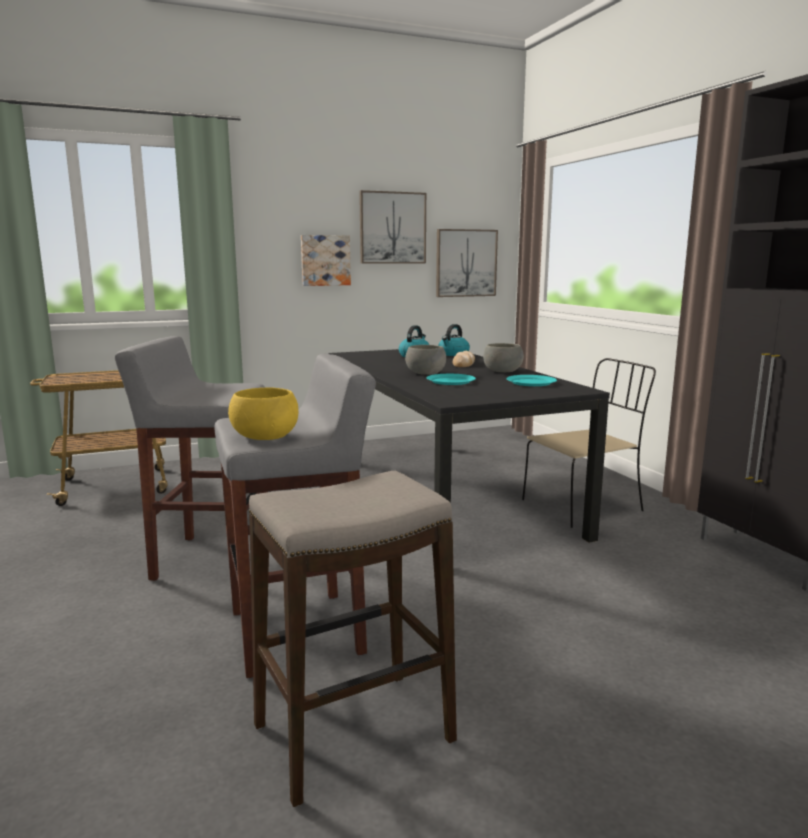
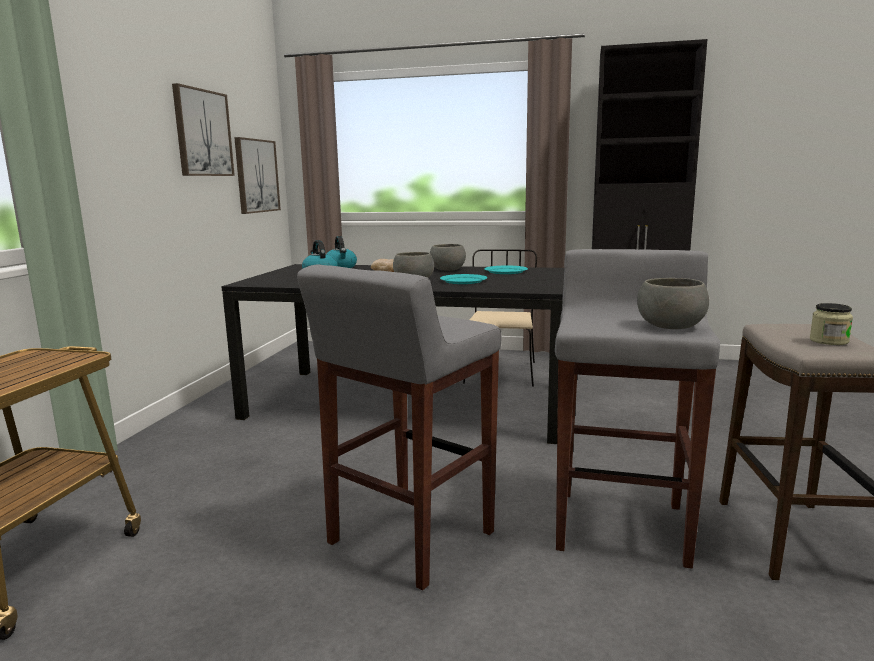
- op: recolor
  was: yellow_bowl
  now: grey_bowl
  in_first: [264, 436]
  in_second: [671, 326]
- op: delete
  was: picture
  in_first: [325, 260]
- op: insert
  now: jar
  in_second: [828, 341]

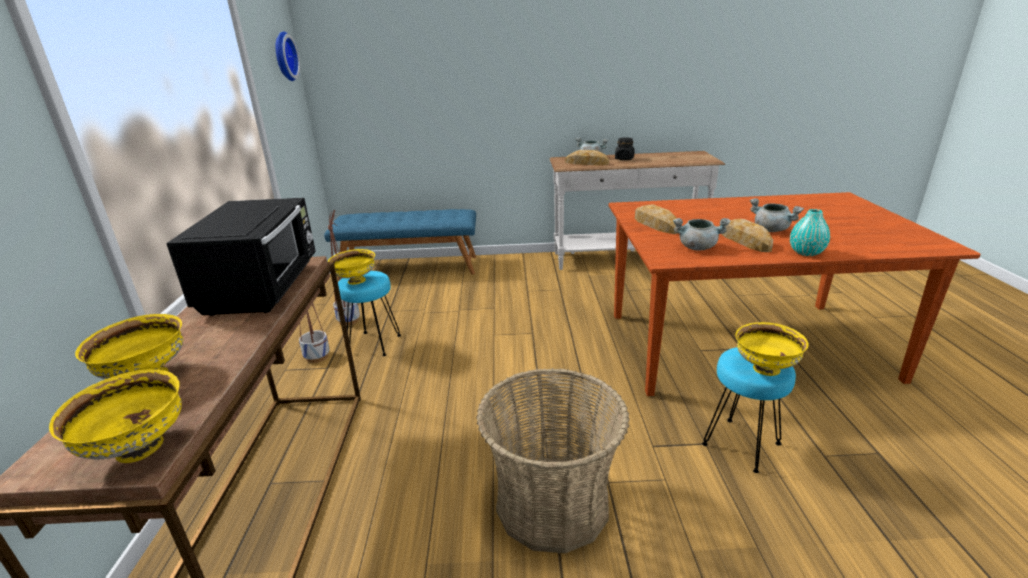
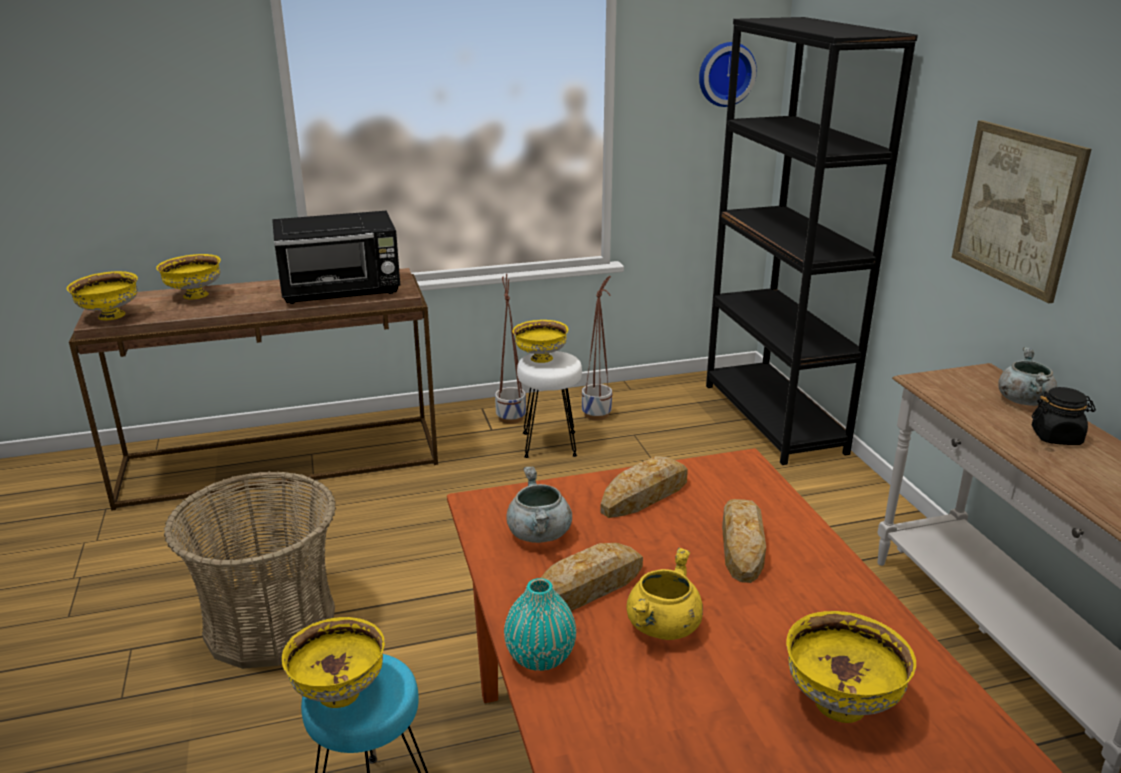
- op: replace
  was: blue_bench
  now: black_bookcase
  in_first: [409, 267]
  in_second: [773, 418]
- op: recolor
  was: turquoise_stool
  now: white_stool
  in_first: [373, 344]
  in_second: [550, 444]
- op: move
  was: bread
  in_first: [586, 163]
  in_second: [742, 544]
- op: recolor
  was: grey_cooking_pot
  now: yellow_cooking_pot
  in_first: [771, 230]
  in_second: [663, 627]
- op: insert
  now: yellow_bowl
  in_second: [839, 703]
- op: insert
  now: picture
  in_second: [1016, 208]

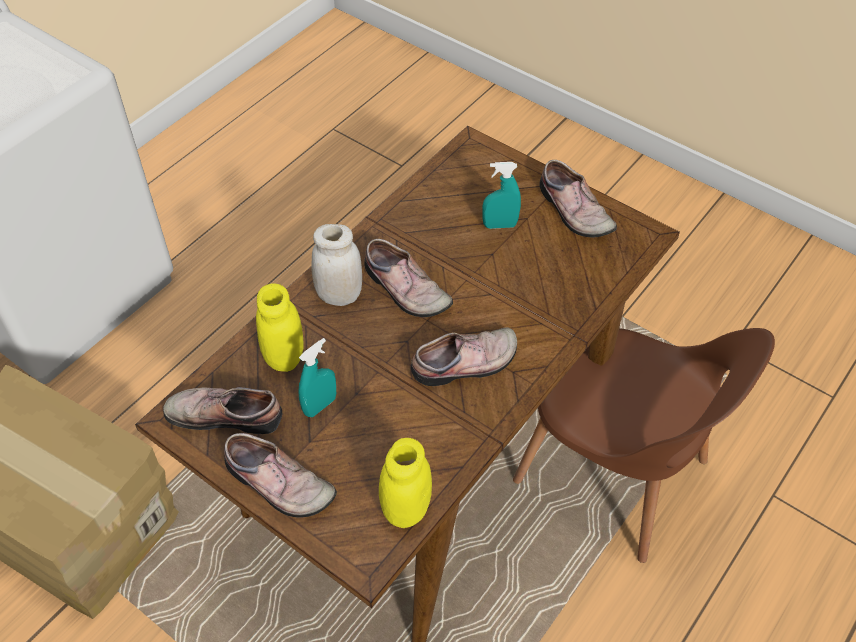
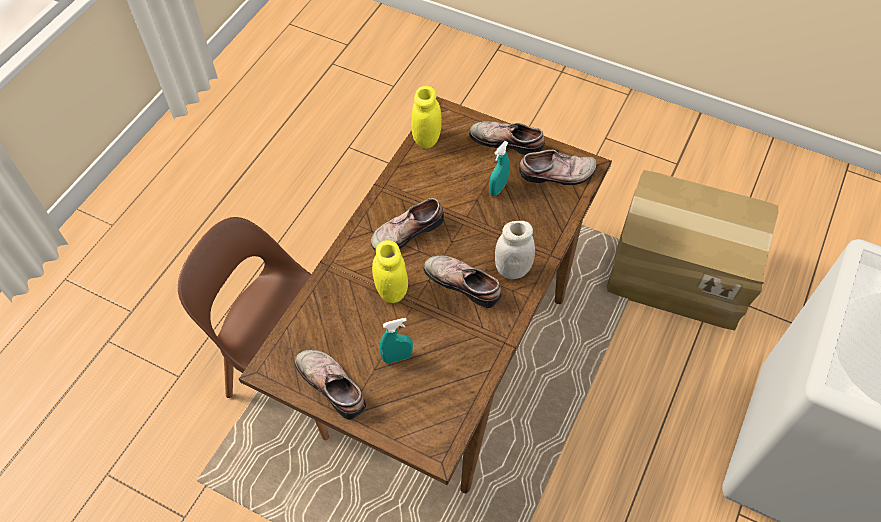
- op: move
  was: yellow_jar
  in_first: [284, 357]
  in_second: [392, 291]

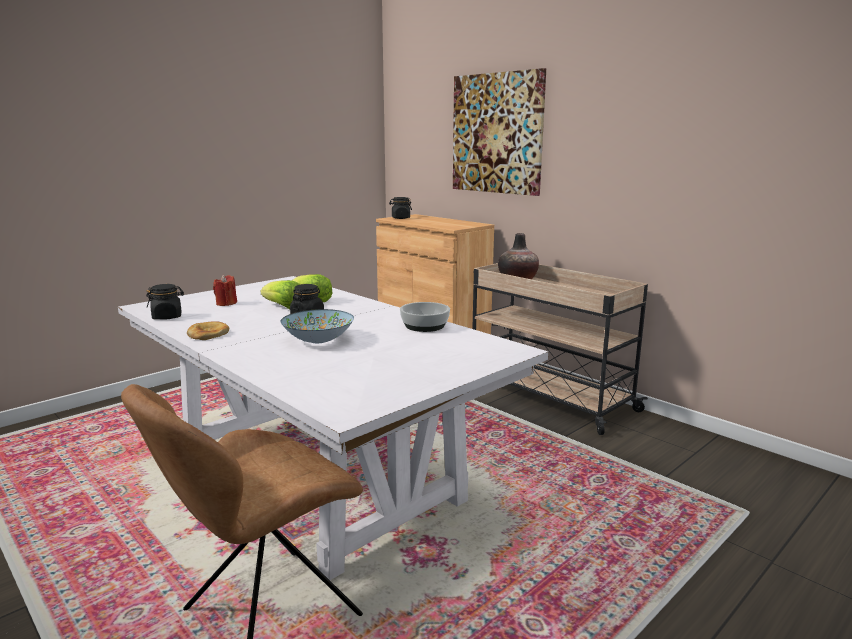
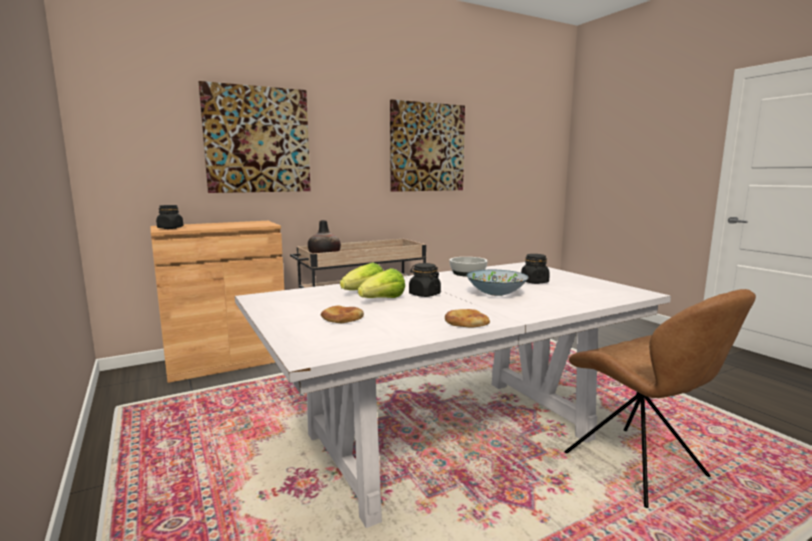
- op: move
  was: black_jar
  in_first: [167, 317]
  in_second: [534, 282]
- op: replace
  was: red_candle
  now: bread
  in_first: [226, 303]
  in_second: [342, 318]
- op: insert
  now: picture
  in_second: [427, 147]

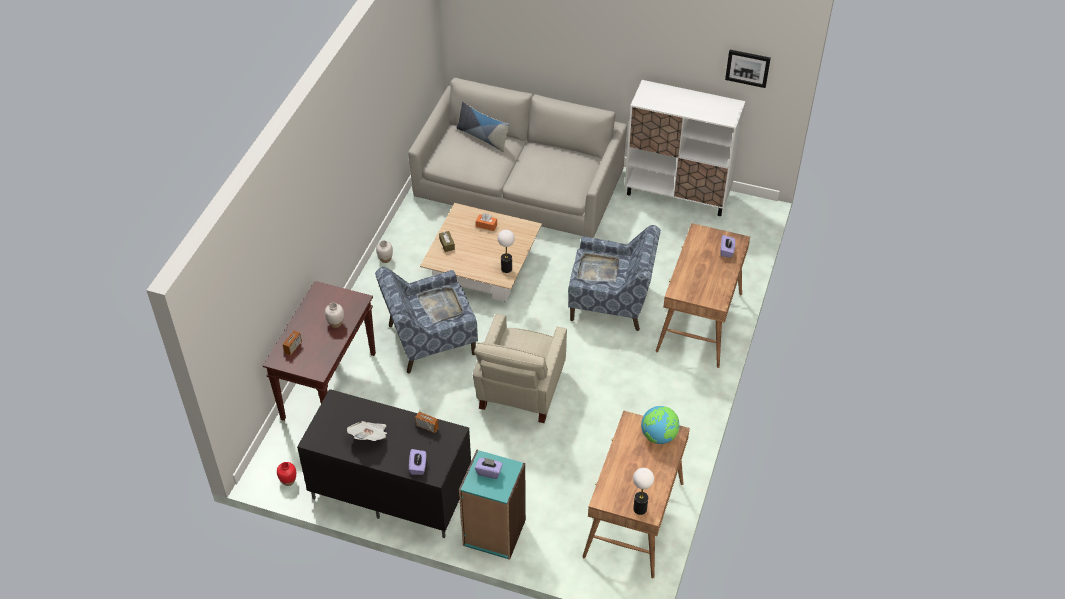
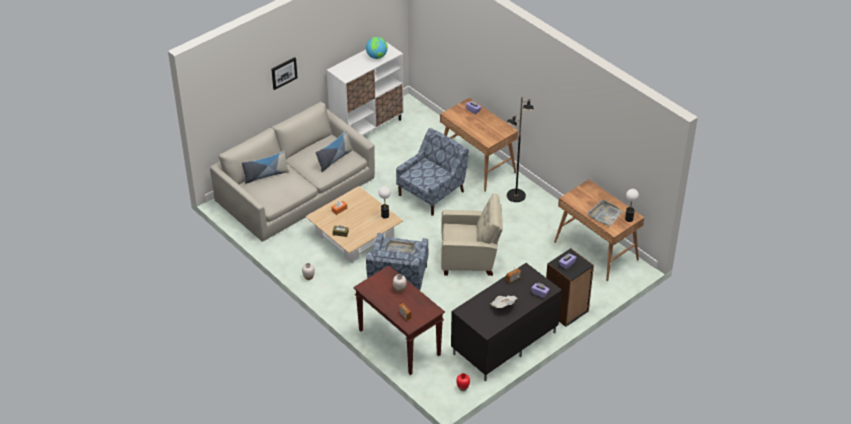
- op: recolor
  was: turquoise_bookcase
  now: black_bookcase
  in_first: [494, 533]
  in_second: [566, 310]
- op: rotate
  was: beige_armchair
  in_first: [519, 391]
  in_second: [470, 259]
  clockwise: -45
- op: move
  was: grey_tray
  in_first: [597, 269]
  in_second: [604, 214]
- op: move
  was: globe
  in_first: [659, 436]
  in_second: [377, 56]
- op: move
  was: picture
  in_first: [748, 68]
  in_second: [283, 73]
- op: insert
  now: pillow
  in_second: [334, 159]
- op: insert
  now: black_floor_lamp
  in_second: [516, 196]

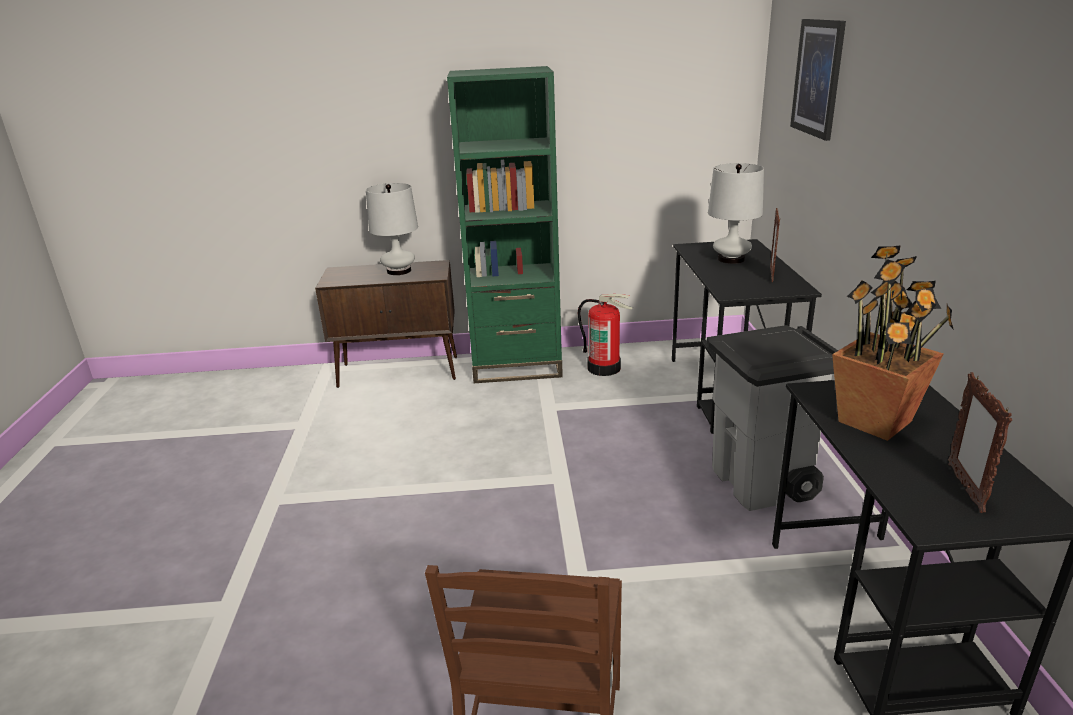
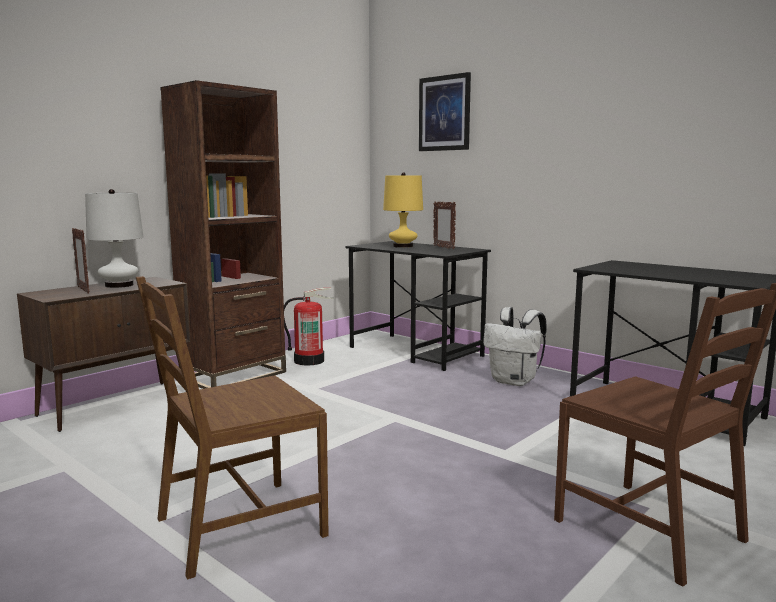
- op: recolor
  was: green_bookcase
  now: brown_bookcase
  in_first: [516, 366]
  in_second: [234, 375]
- op: replace
  was: grey_trash_can
  now: white_backpack
  in_first: [763, 483]
  in_second: [514, 381]
- op: recolor
  was: white_table_lamp
  now: yellow_table_lamp
  in_first: [731, 259]
  in_second: [403, 246]
- op: delete
  was: potted_plant
  in_first: [876, 421]
- op: move
  was: picture_frame
  in_first: [965, 487]
  in_second: [83, 290]
- op: insert
  now: brown_chair
  in_second: [239, 527]

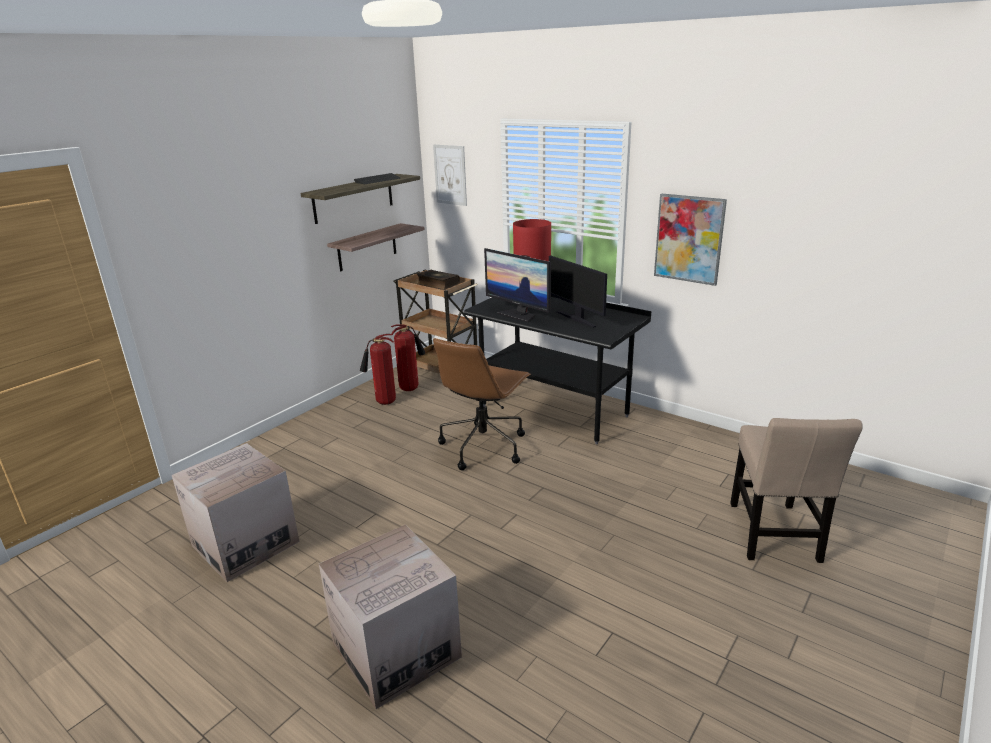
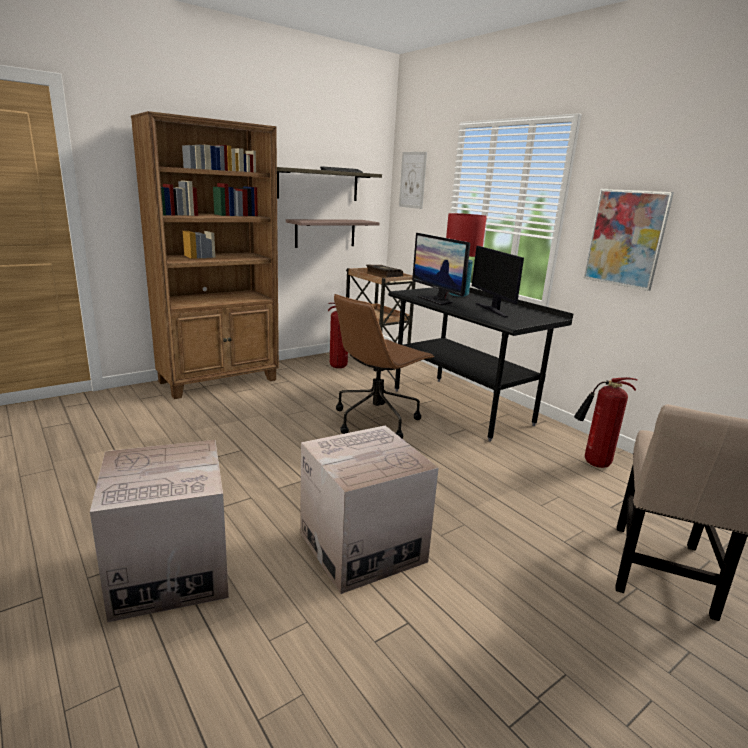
- op: move
  was: cardboard_box
  in_first: [245, 543]
  in_second: [362, 547]
- op: move
  was: fire_extinguisher
  in_first: [383, 402]
  in_second: [593, 463]
- op: insert
  now: brown_bookcase
  in_second: [220, 381]

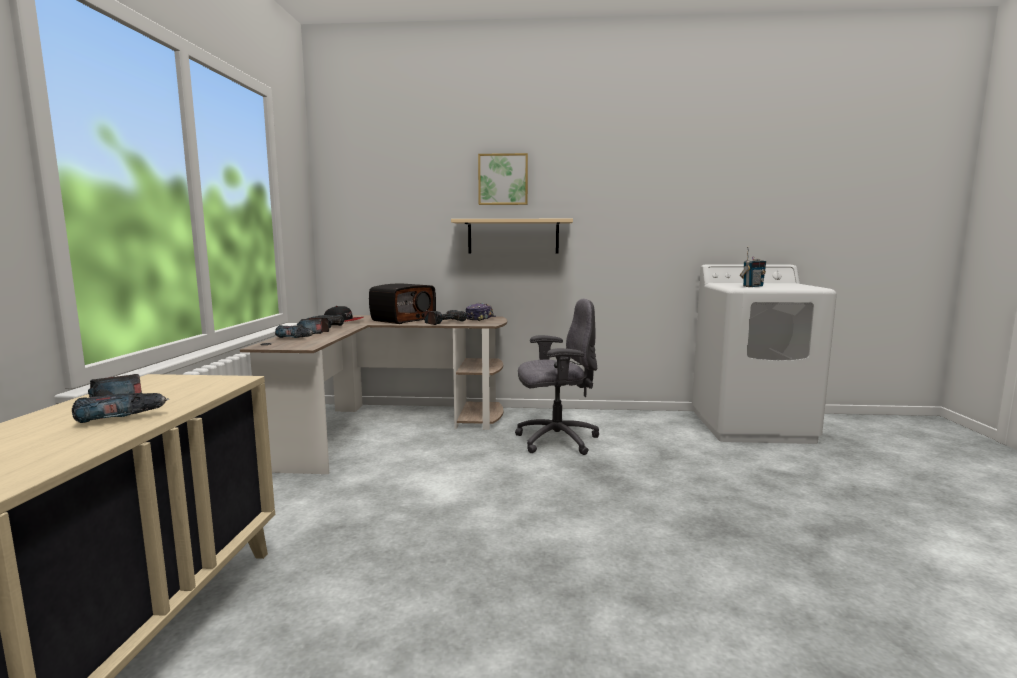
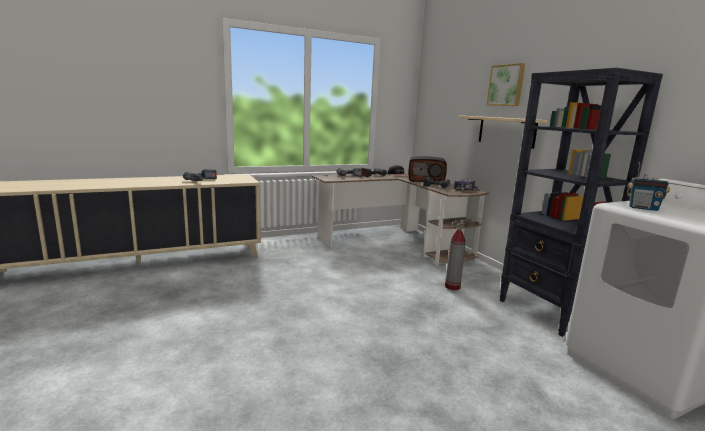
- op: replace
  was: grey_office_chair
  now: fire_extinguisher
  in_first: [555, 440]
  in_second: [452, 287]
- op: insert
  now: black_bookcase
  in_second: [549, 312]

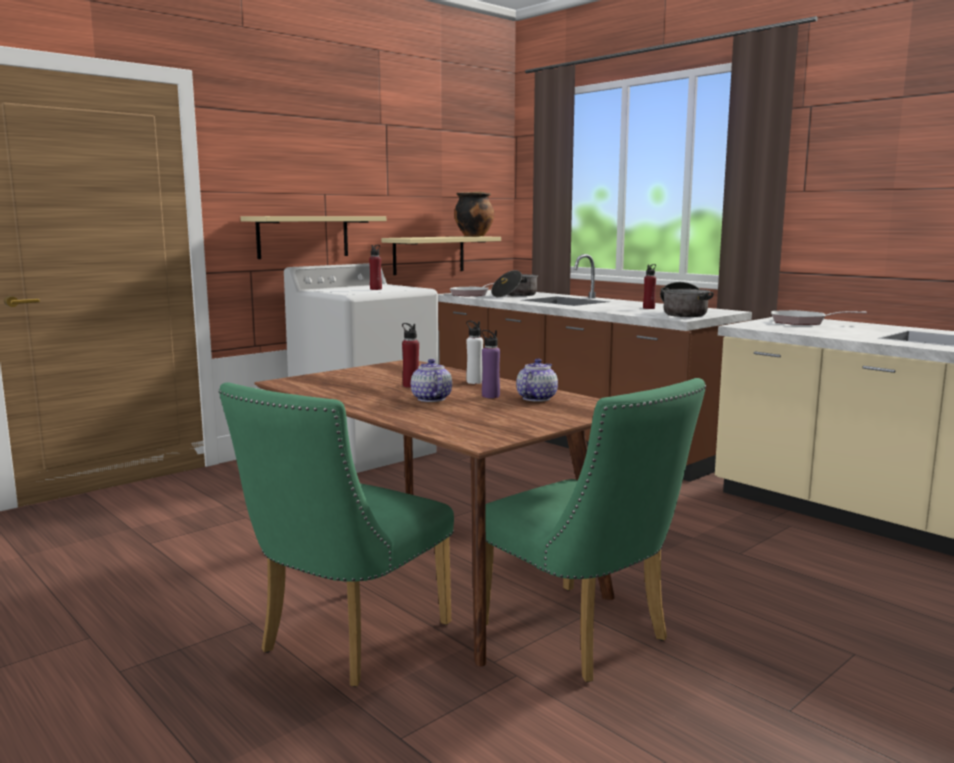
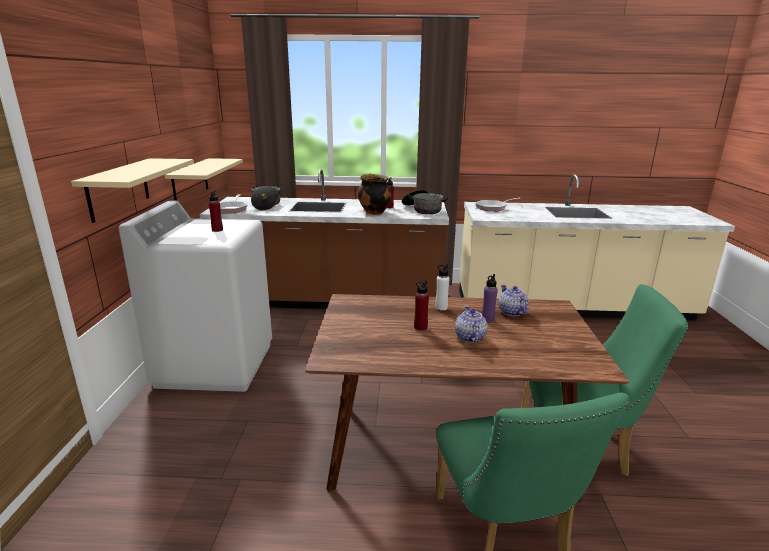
- op: rotate
  was: teapot
  in_first: [430, 399]
  in_second: [469, 337]
  clockwise: 60
- op: move
  was: cooking_pot
  in_first: [474, 236]
  in_second: [373, 212]

